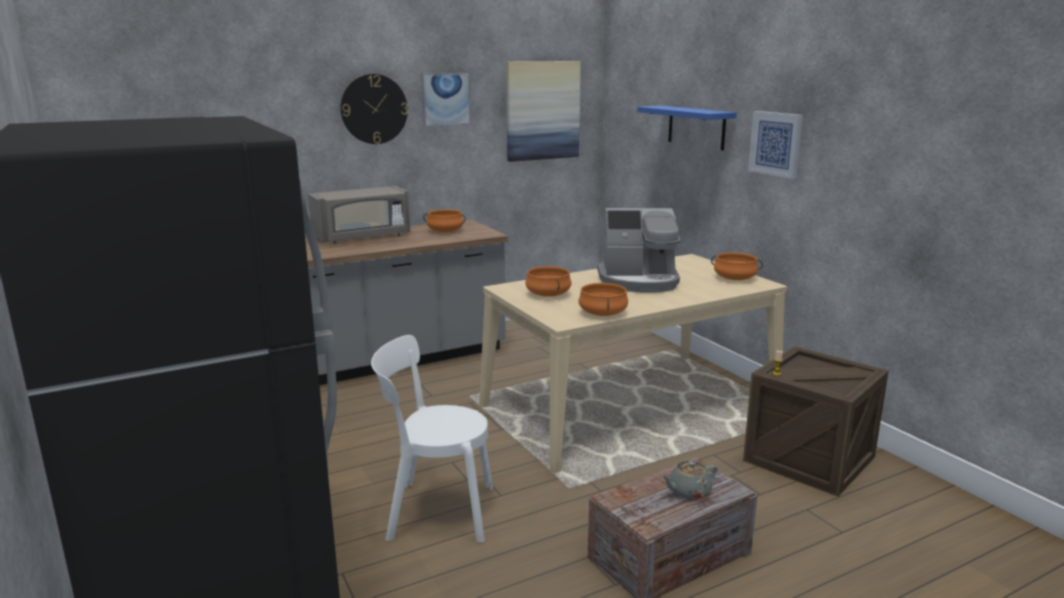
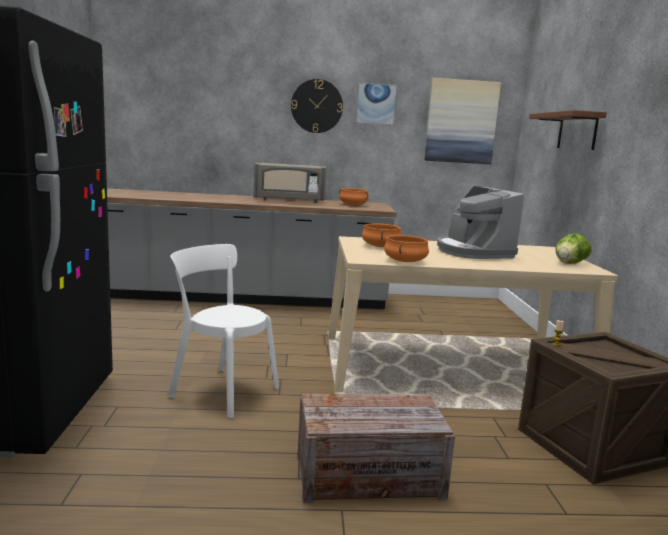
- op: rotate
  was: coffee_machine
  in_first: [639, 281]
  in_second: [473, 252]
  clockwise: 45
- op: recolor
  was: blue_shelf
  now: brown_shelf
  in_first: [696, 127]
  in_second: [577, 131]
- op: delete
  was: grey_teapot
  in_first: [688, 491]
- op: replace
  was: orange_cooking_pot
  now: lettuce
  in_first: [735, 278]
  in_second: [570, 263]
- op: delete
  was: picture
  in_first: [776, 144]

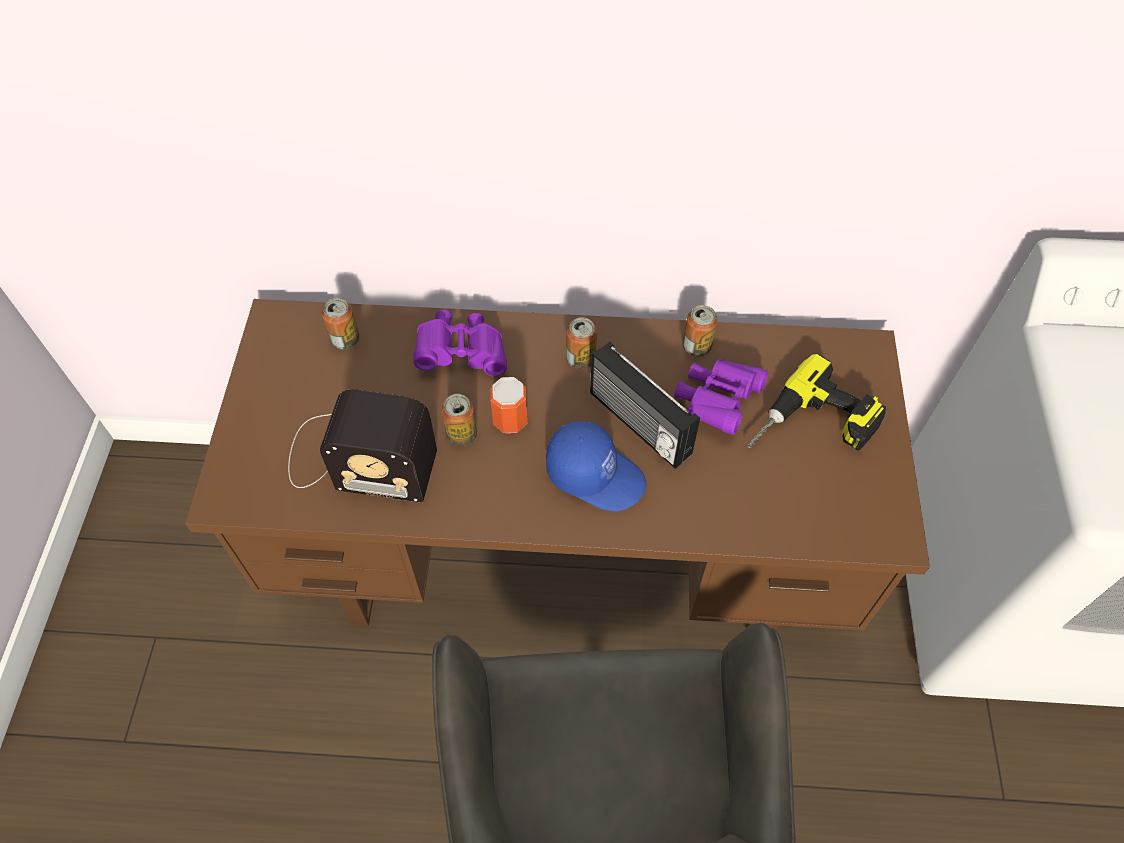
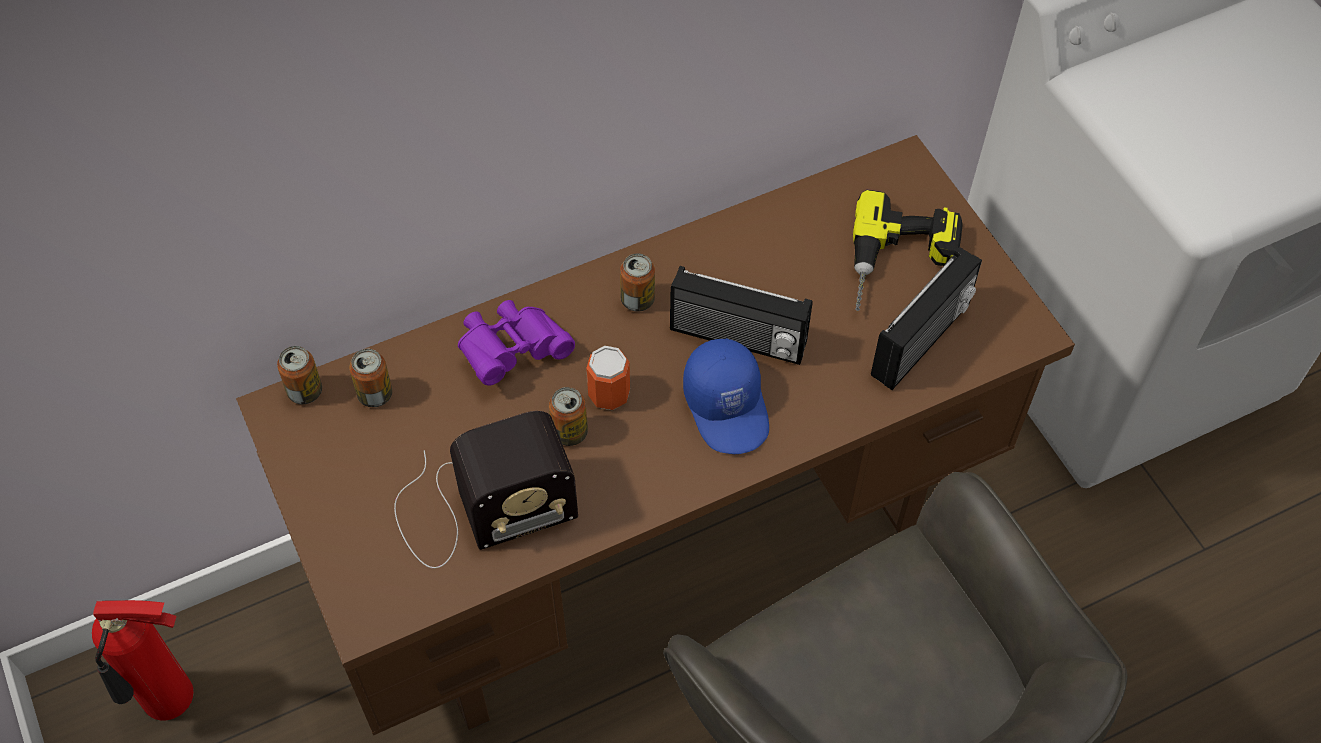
- op: rotate
  was: blue_cap
  in_first: [595, 474]
  in_second: [728, 406]
  clockwise: 75
- op: delete
  was: purple_binoculars
  in_first: [717, 402]
- op: move
  was: can
  in_first: [696, 346]
  in_second: [305, 391]
- op: insert
  now: fire_extinguisher
  in_second: [171, 702]
- op: insert
  now: radio
  in_second: [923, 341]

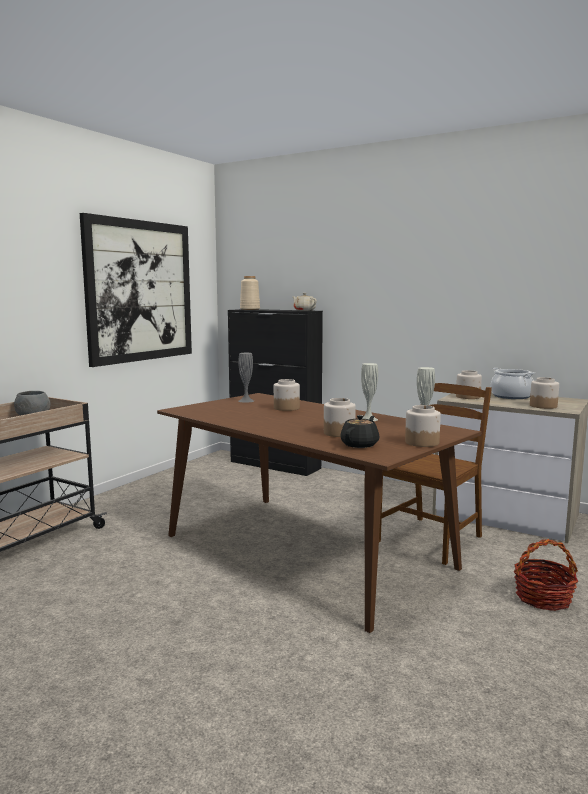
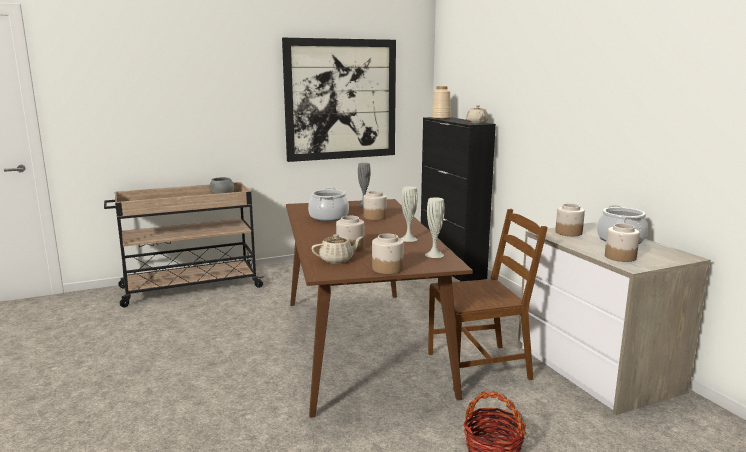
- op: recolor
  was: black_teapot
  now: beige_teapot
  in_first: [360, 444]
  in_second: [337, 260]
- op: insert
  now: cooking_pot
  in_second: [329, 217]

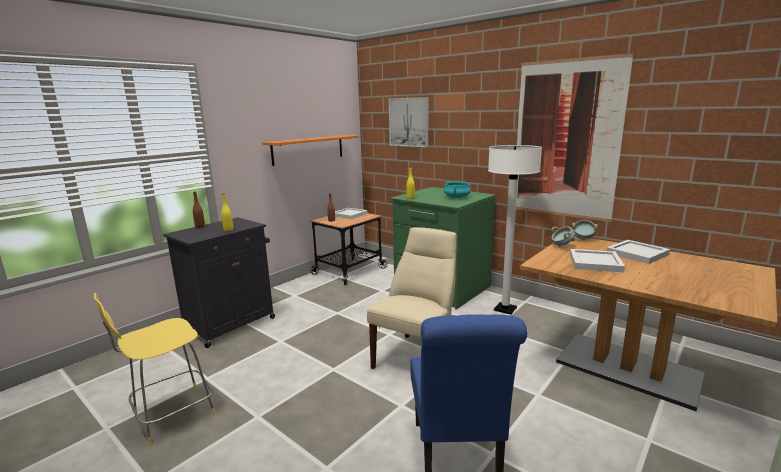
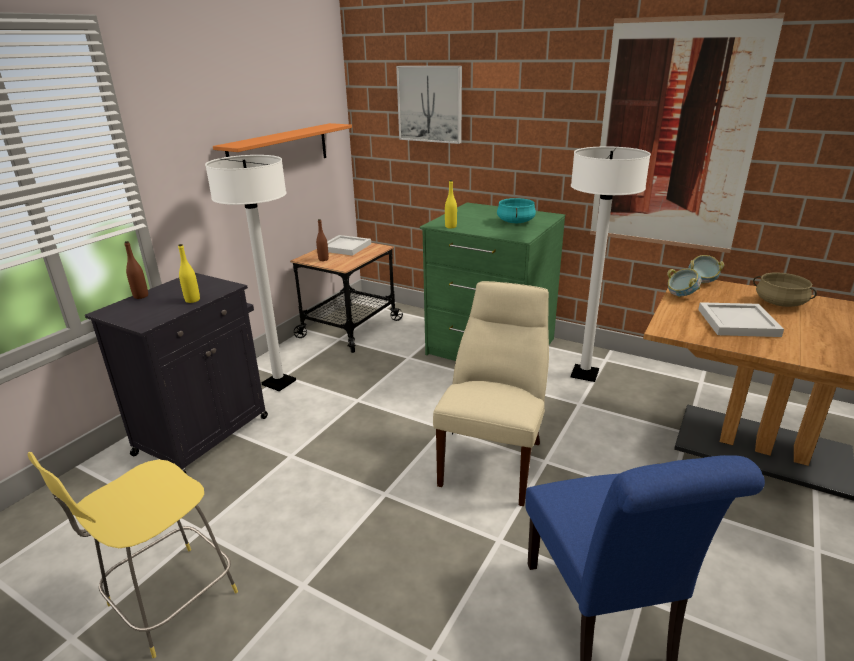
- op: replace
  was: white_tray
  now: beige_cooking_pot
  in_first: [636, 253]
  in_second: [779, 303]
- op: insert
  now: white_floor_lamp
  in_second: [279, 383]

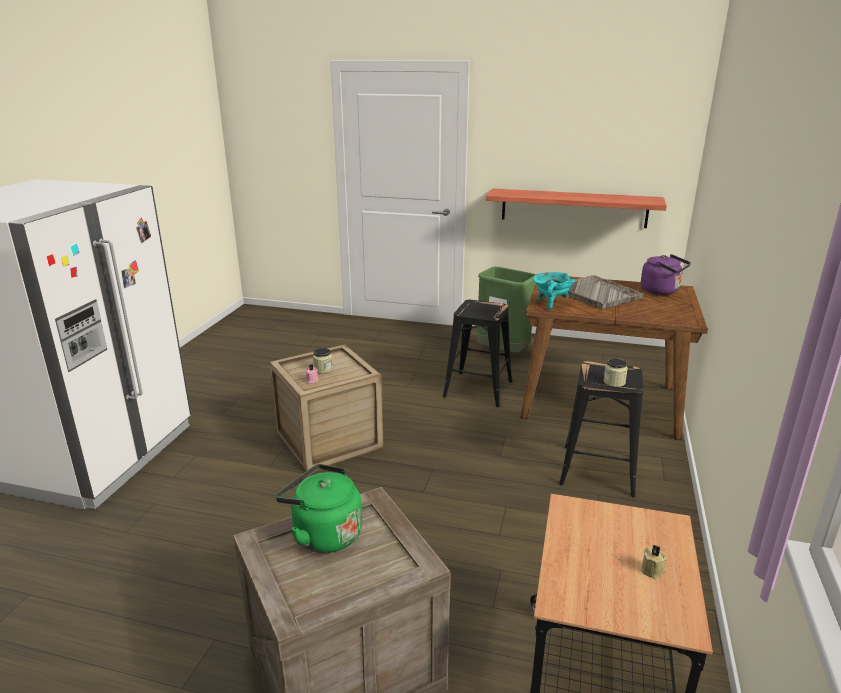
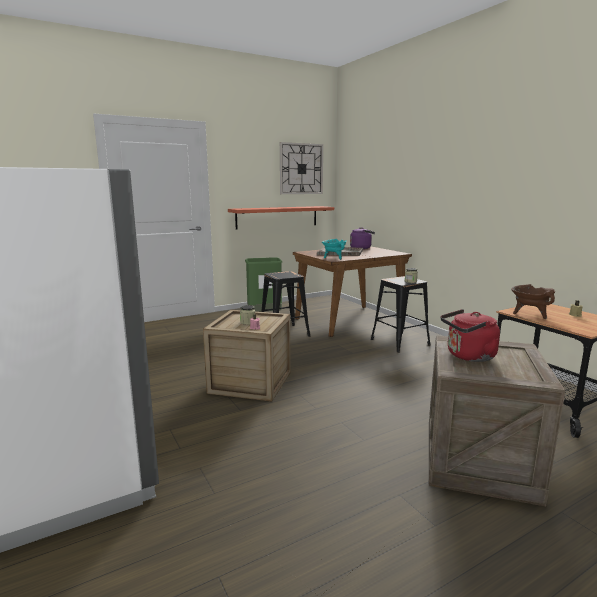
- op: recolor
  was: green_kettle
  now: red_kettle
  in_first: [323, 534]
  in_second: [468, 356]
- op: insert
  now: wall_clock
  in_second: [301, 169]
- op: insert
  now: brown_cooking_pot
  in_second: [530, 314]

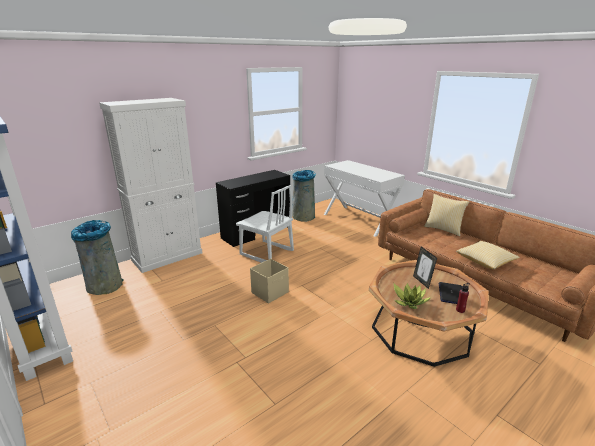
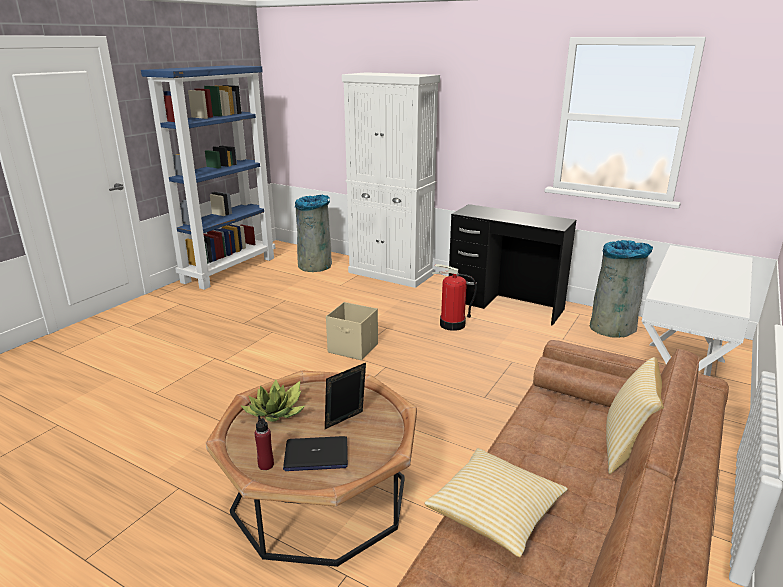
- op: replace
  was: white_chair
  now: fire_extinguisher
  in_first: [266, 253]
  in_second: [452, 324]

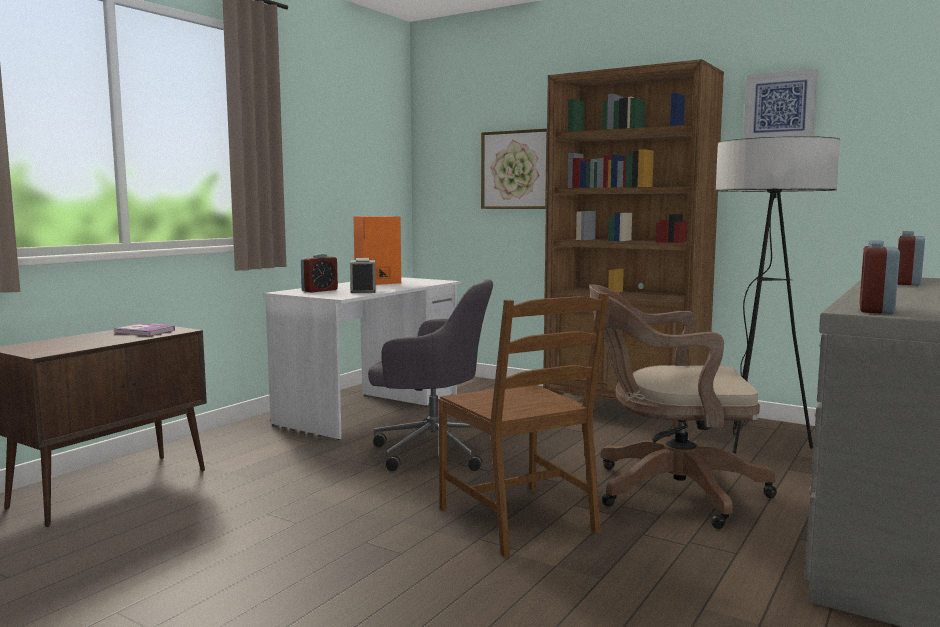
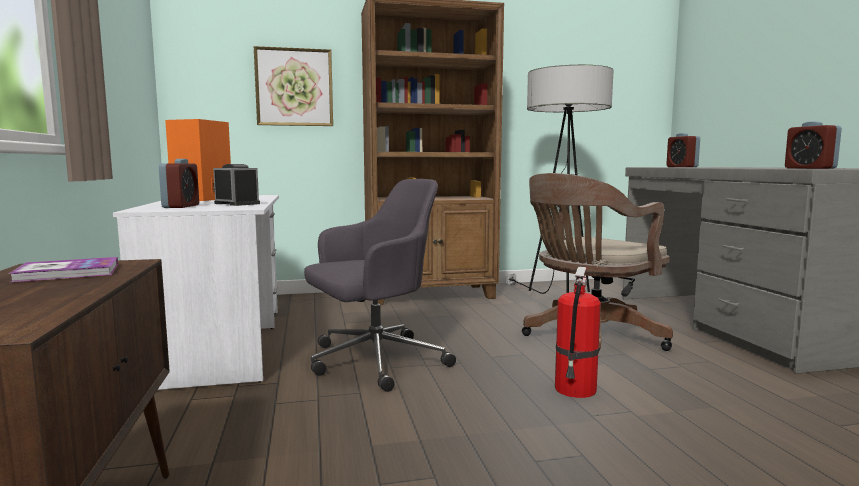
- op: replace
  was: brown_chair
  now: fire_extinguisher
  in_first: [519, 520]
  in_second: [575, 390]
- op: delete
  was: picture
  in_first: [780, 106]

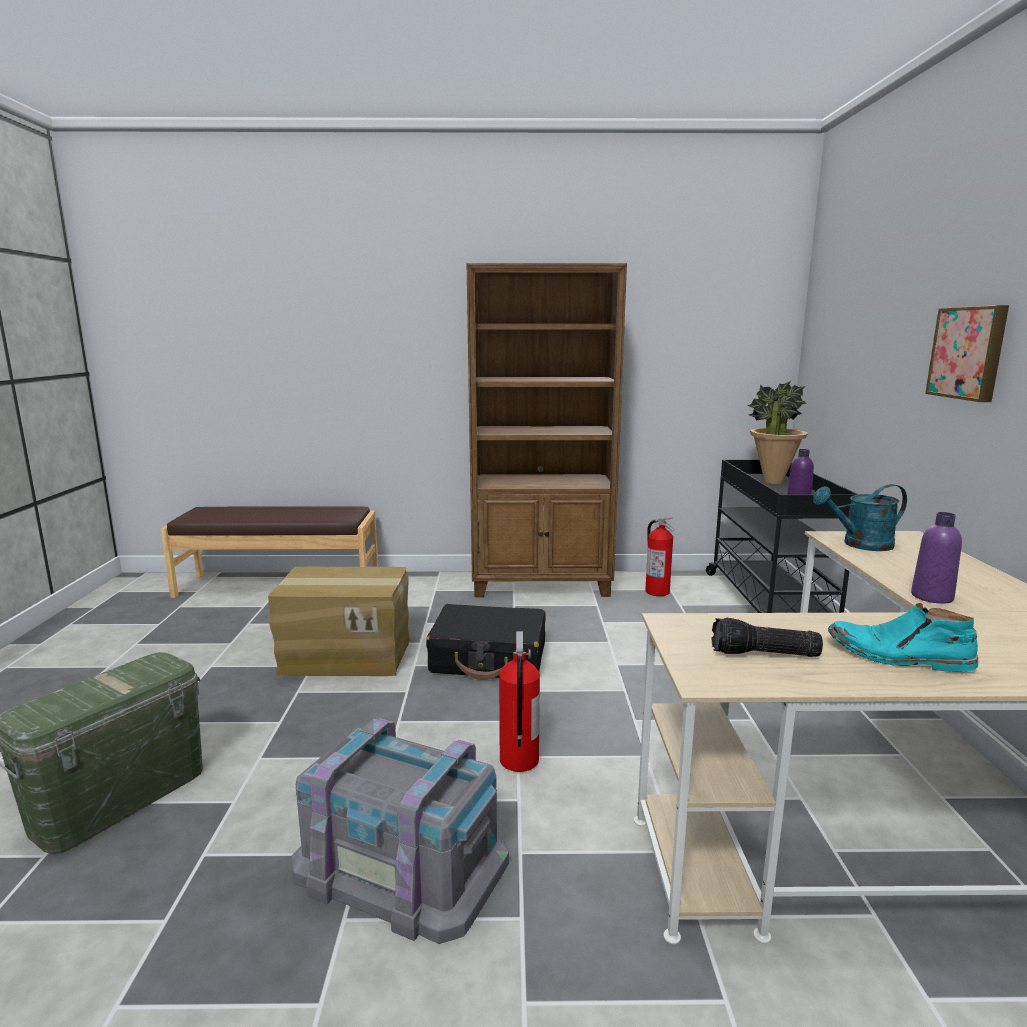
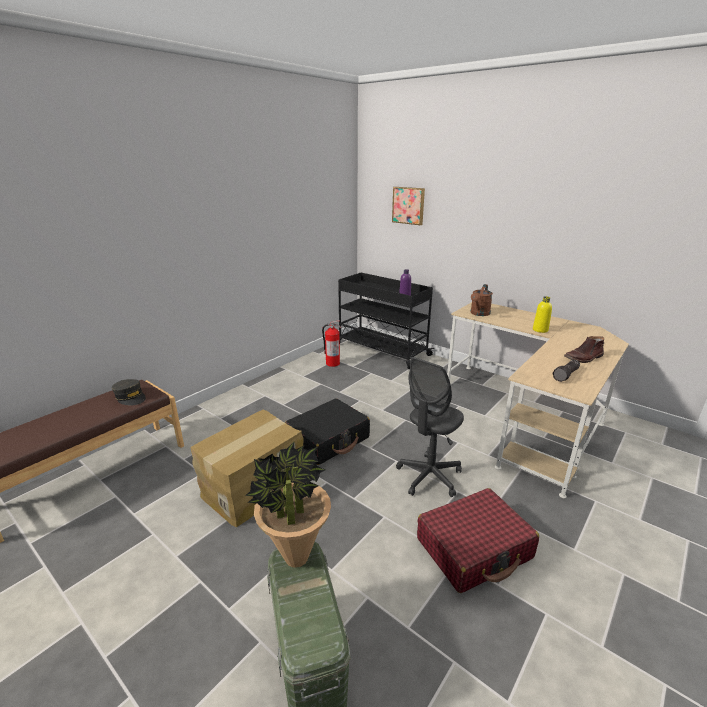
- op: replace
  was: grey_storage_box
  now: red_suitcase
  in_first: [402, 864]
  in_second: [474, 548]
- op: delete
  was: brown_bookcase
  in_first: [542, 585]
- op: replace
  was: fire_extinguisher
  now: grey_office_chair
  in_first: [518, 761]
  in_second: [429, 477]
- op: move
  was: potted_plant
  in_first: [772, 482]
  in_second: [296, 558]
- op: recolor
  was: turquoise_watering_can
  now: brown_watering_can
  in_first: [860, 545]
  in_second: [479, 314]
- op: recolor
  was: turquoise_boot
  now: brown_boot
  in_first: [898, 657]
  in_second: [584, 358]
- op: recolor
  was: purple_bottle
  now: yellow_bottle
  in_first: [931, 597]
  in_second: [540, 330]
- op: move
  was: picture
  in_first: [969, 353]
  in_second: [408, 205]
- op: insert
  now: grey_cap
  in_second: [130, 397]

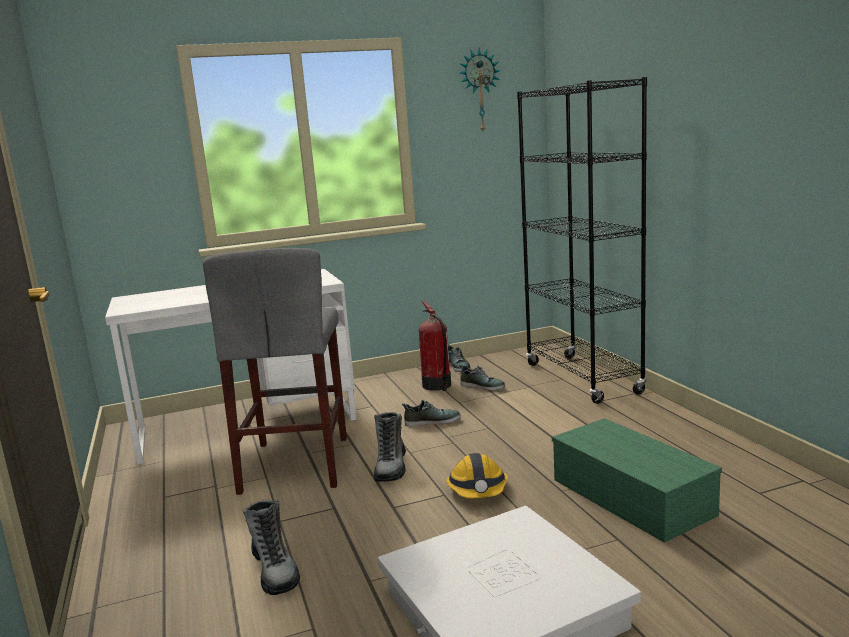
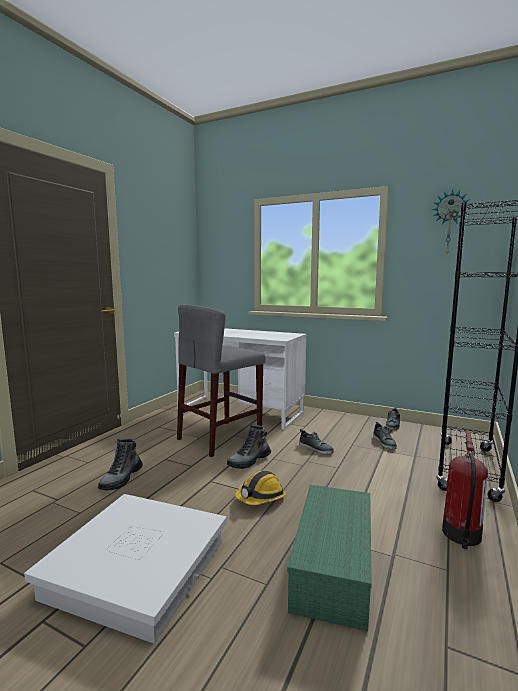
- op: move
  was: fire_extinguisher
  in_first: [437, 385]
  in_second: [461, 535]

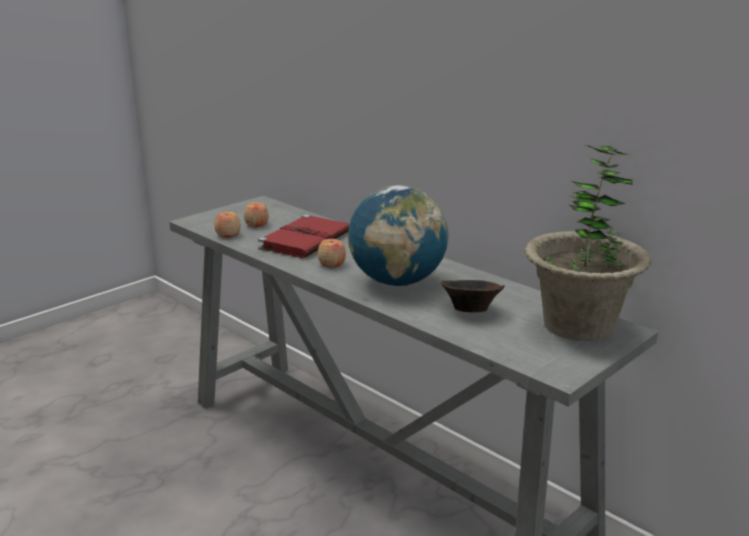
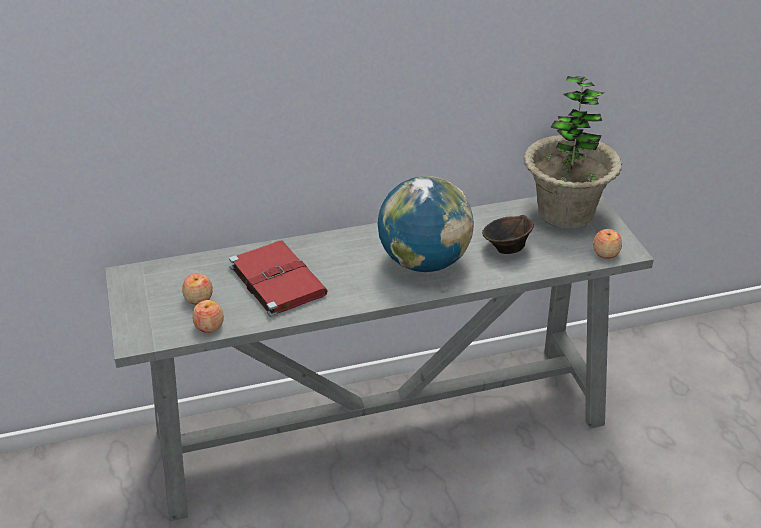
- op: move
  was: apple
  in_first: [332, 264]
  in_second: [606, 253]

